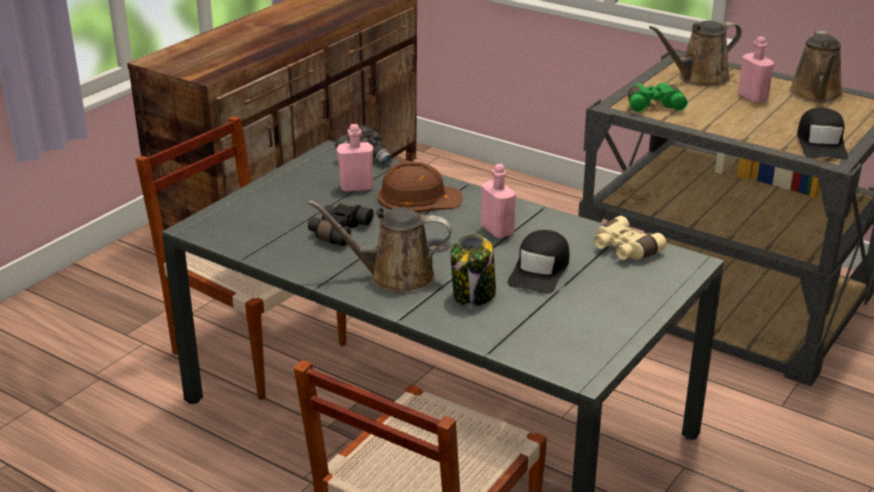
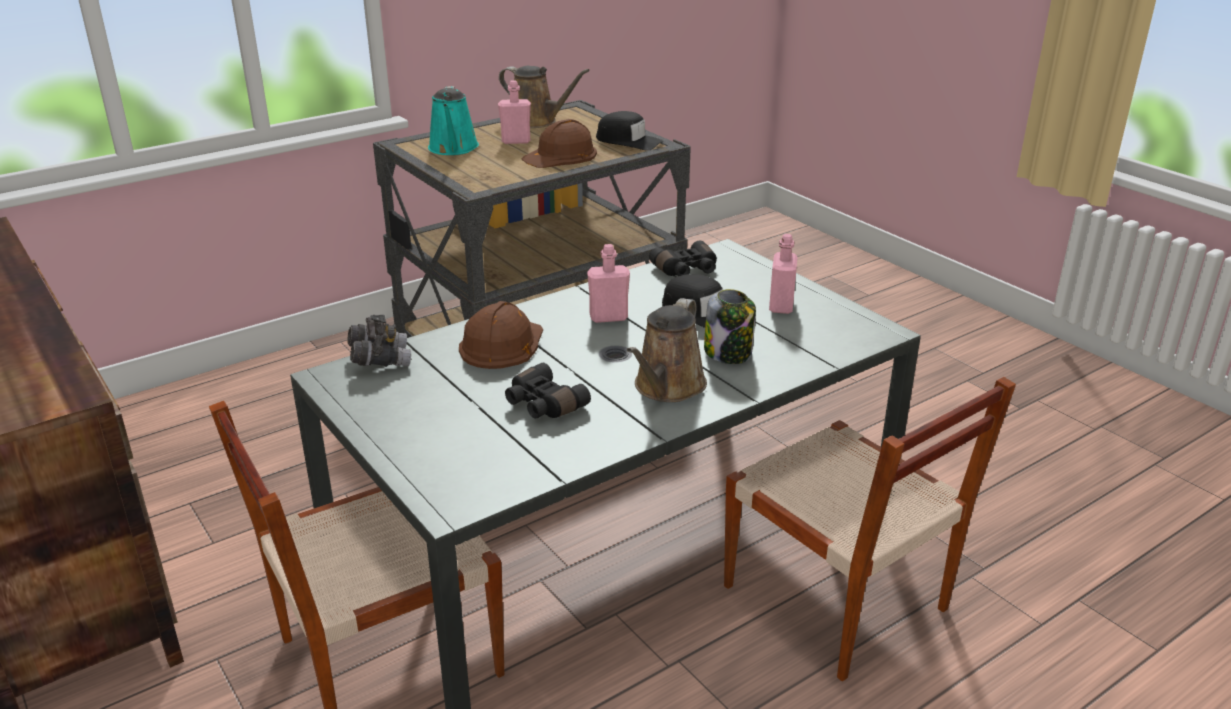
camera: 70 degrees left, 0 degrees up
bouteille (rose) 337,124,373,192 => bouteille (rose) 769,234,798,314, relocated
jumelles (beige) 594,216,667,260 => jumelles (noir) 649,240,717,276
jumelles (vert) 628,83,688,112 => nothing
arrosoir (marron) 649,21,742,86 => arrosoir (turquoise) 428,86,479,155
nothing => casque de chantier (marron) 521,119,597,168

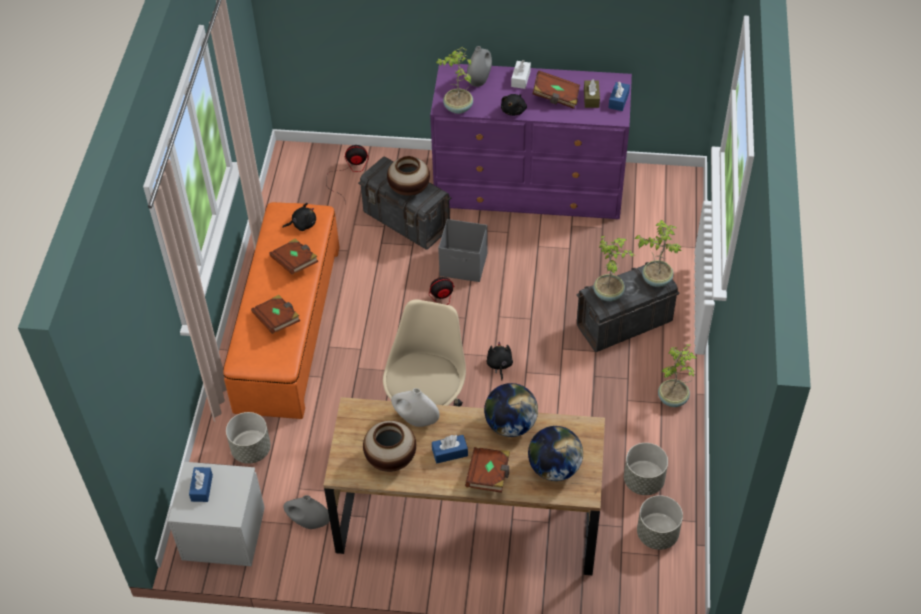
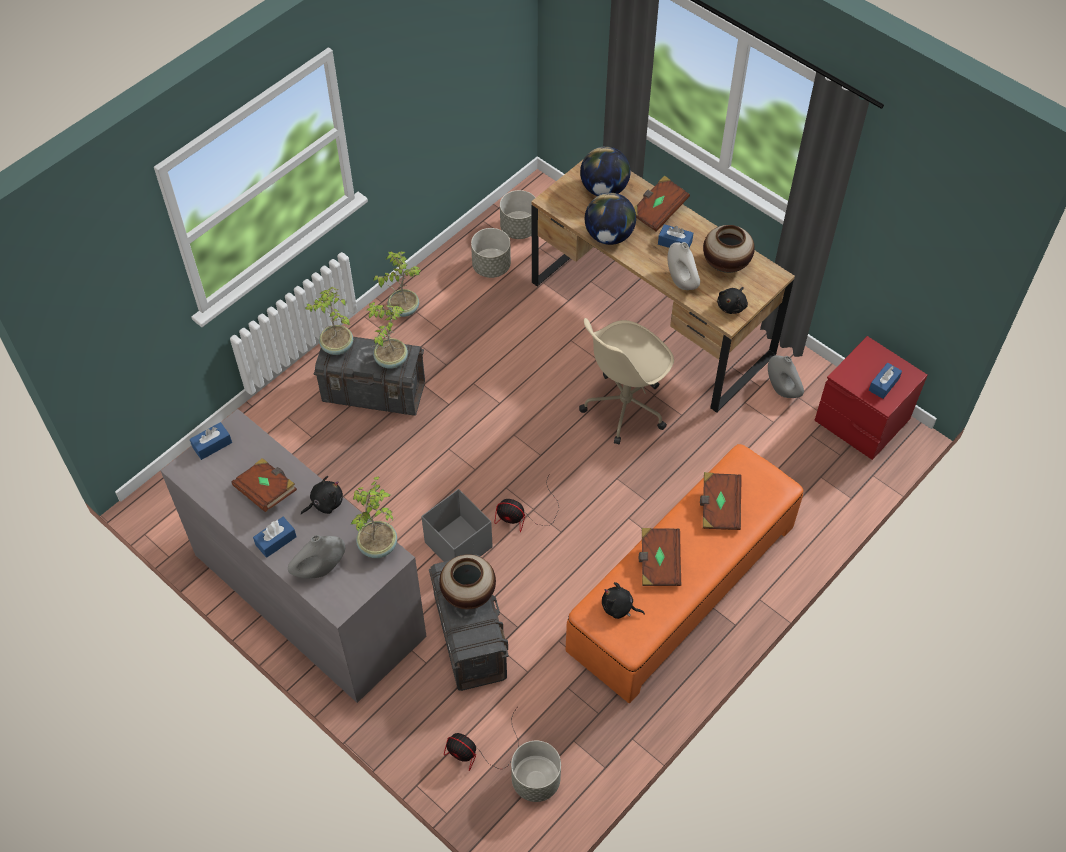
camera: 145 degrees left, 5 degrees up
table de chevet (blanc) 168,462,265,566 => table de chevet (rouge) 814,336,927,460
cache-pot (gris) 226,412,271,464 => cache-pot (gris) 511,740,561,802, relocated
commode (violet) 430,63,632,219 => commode (gris) 161,409,427,703
peluche (noir) 486,342,513,381 => peluche (noir) 717,287,748,314, relocated
boîte à mouchoirs (blanc) 511,60,531,89 => boîte à mouchoirs (bleu) 253,517,297,558
boîte à mouchoirs (marron) 584,79,600,108 => nothing

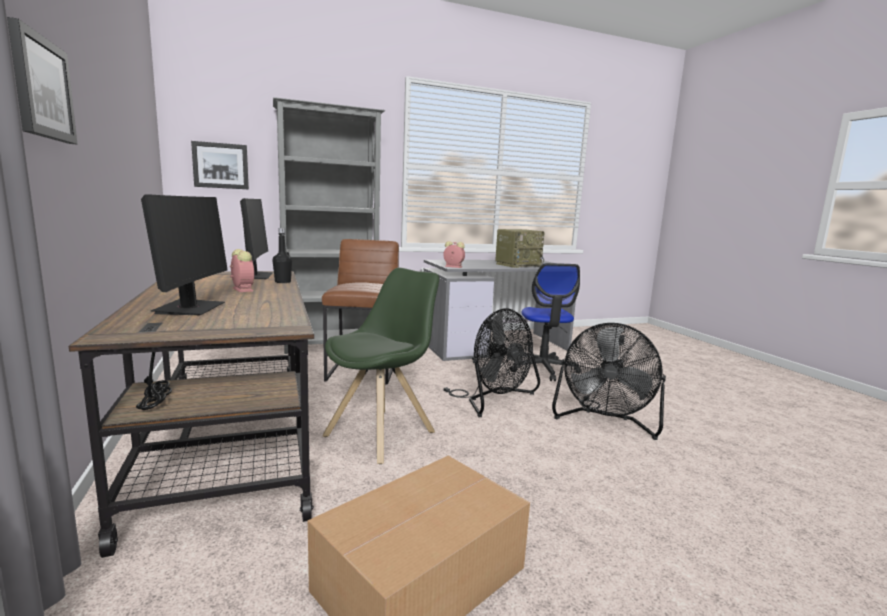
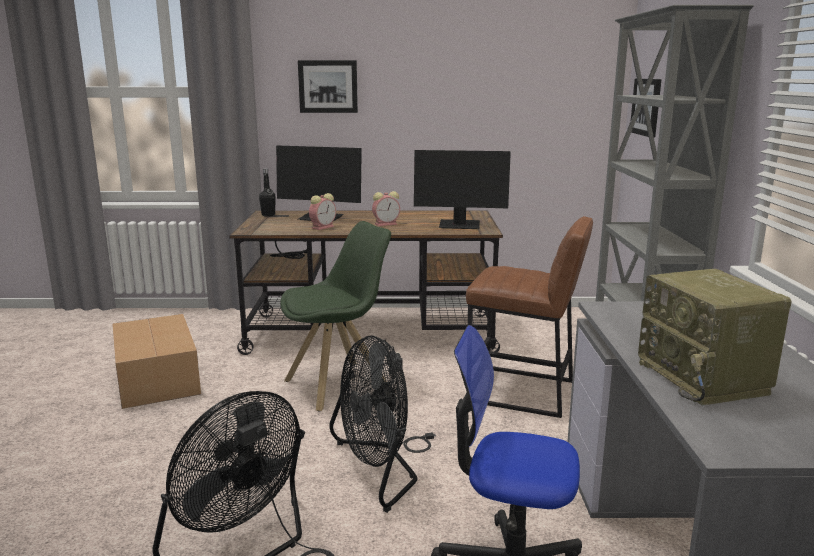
camera: 110 degrees right, 5 degrees up
bouteille (noir) 272,228,292,283 => bouteille (noir) 259,168,276,217, relocated
chaise (vert) 323,268,439,464 => chaise (vert) 280,221,391,412, 90 degrees counterclockwise
réveil 443,241,465,268 => réveil 309,193,336,230, relocated

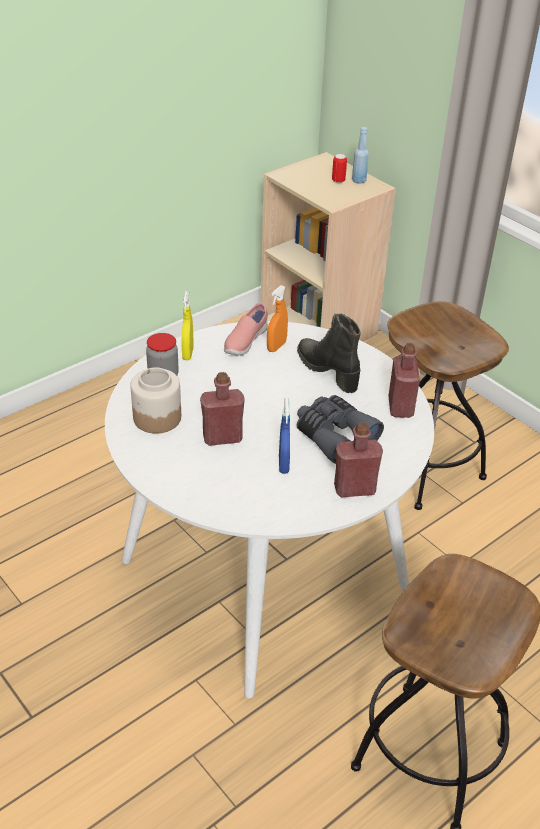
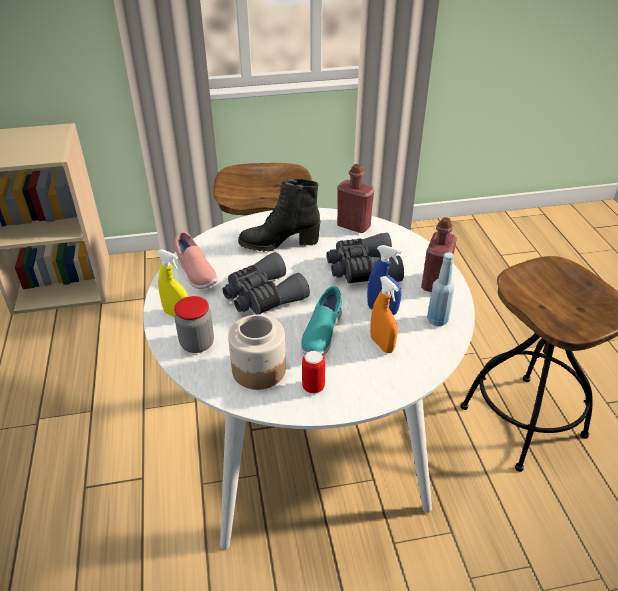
camera: 60 degrees left, 0 degrees up
bouteille (rouge) 200,372,245,446 => chaussure (turquoise) 301,286,342,355
vaporisateur (orange) 267,285,288,352 => vaporisateur (orange) 370,276,399,353, relocated
boîte métallique 332,154,347,183 => boîte métallique 302,351,325,394, relocated
bouteille (bleu) 352,127,369,183 => bouteille (bleu) 427,252,454,326, relocated
nothing => jumelles (gris) 222,252,310,315

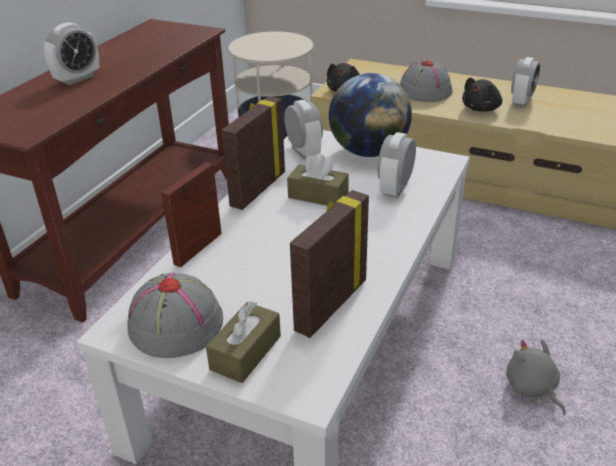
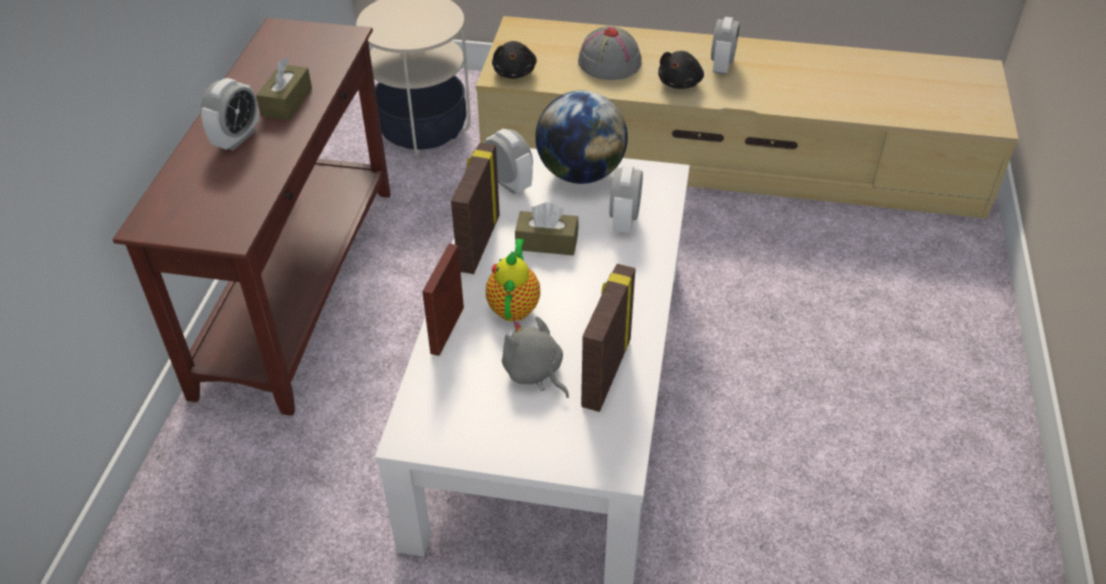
camera: 15 degrees left, 10 degrees up
chapeau (gris) 127,273,223,358 => nothing
boîte à mouchoirs (marron) 206,301,281,383 => boîte à mouchoirs (marron) 256,58,312,121, relocated
peluche (gris) 506,339,566,415 => peluche (gris) 502,316,569,398, relocated
nothing => théière 486,239,540,322

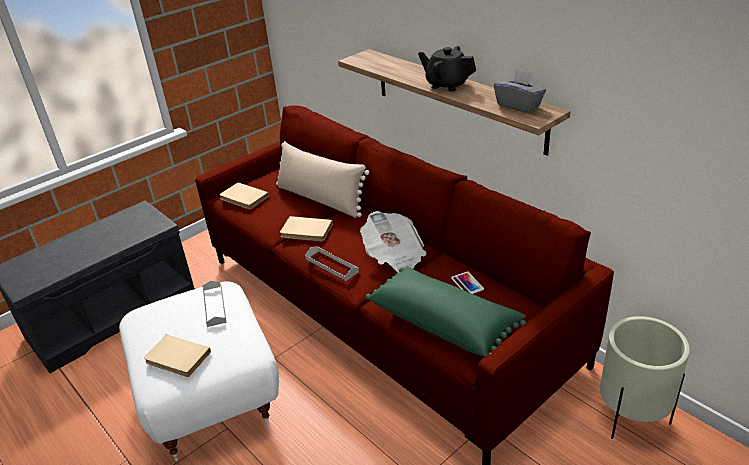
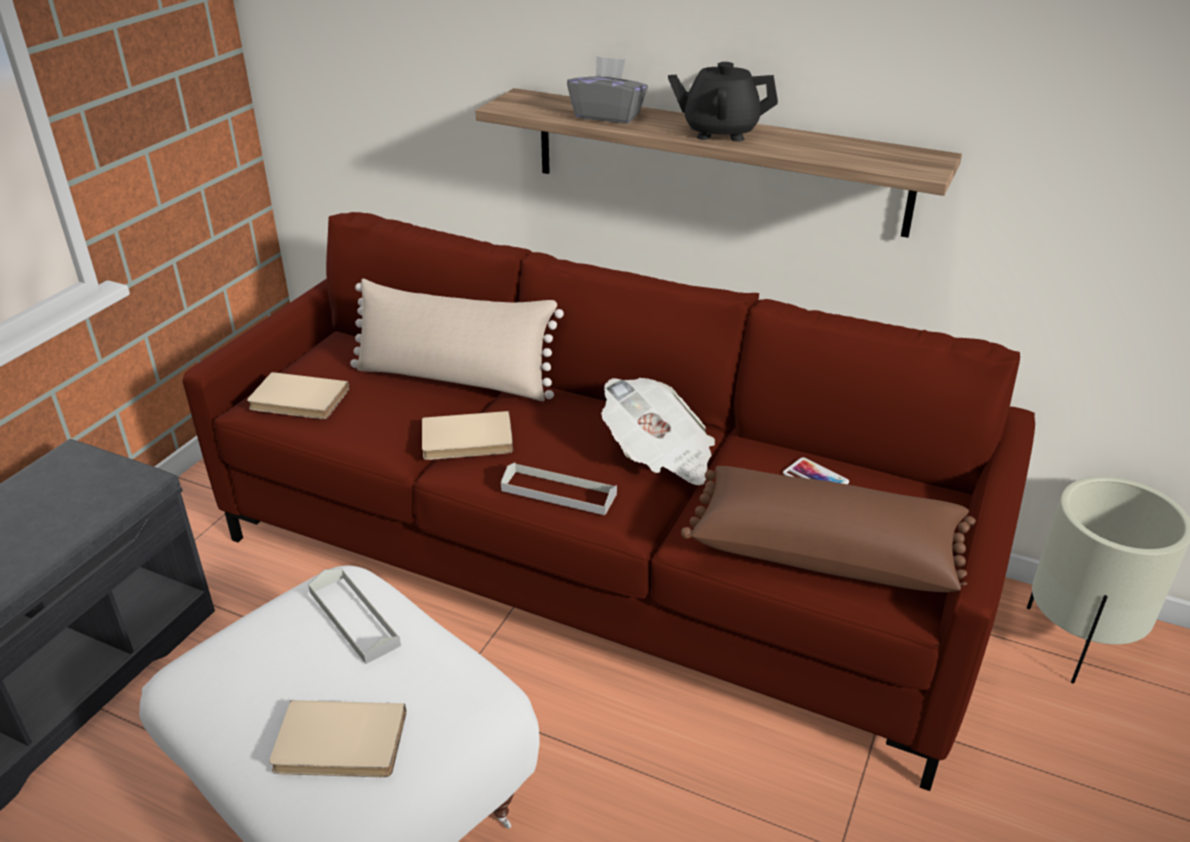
camera: 25 degrees left, 0 degrees up
coussin (vert) 366,266,526,357 => coussin (marron) 681,466,976,592
boîte à mouchoirs (gris) 494,69,546,113 => boîte à mouchoirs (gris) 567,56,648,124, relocated

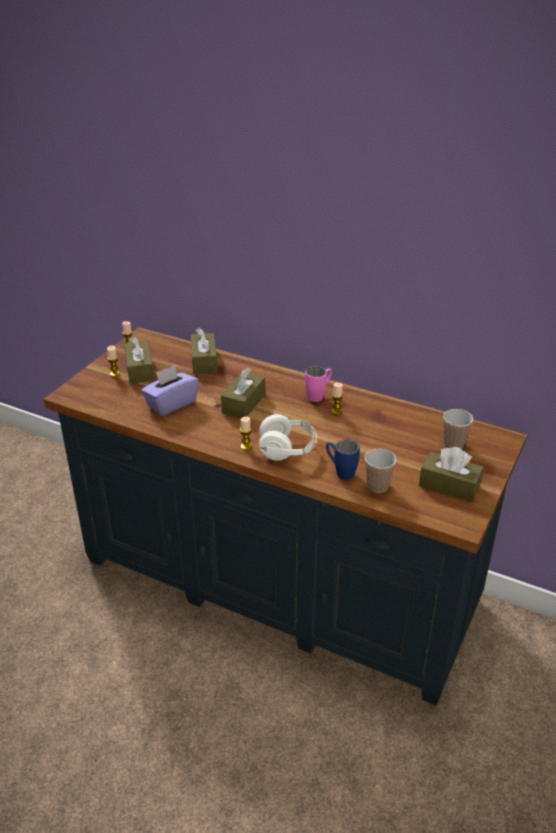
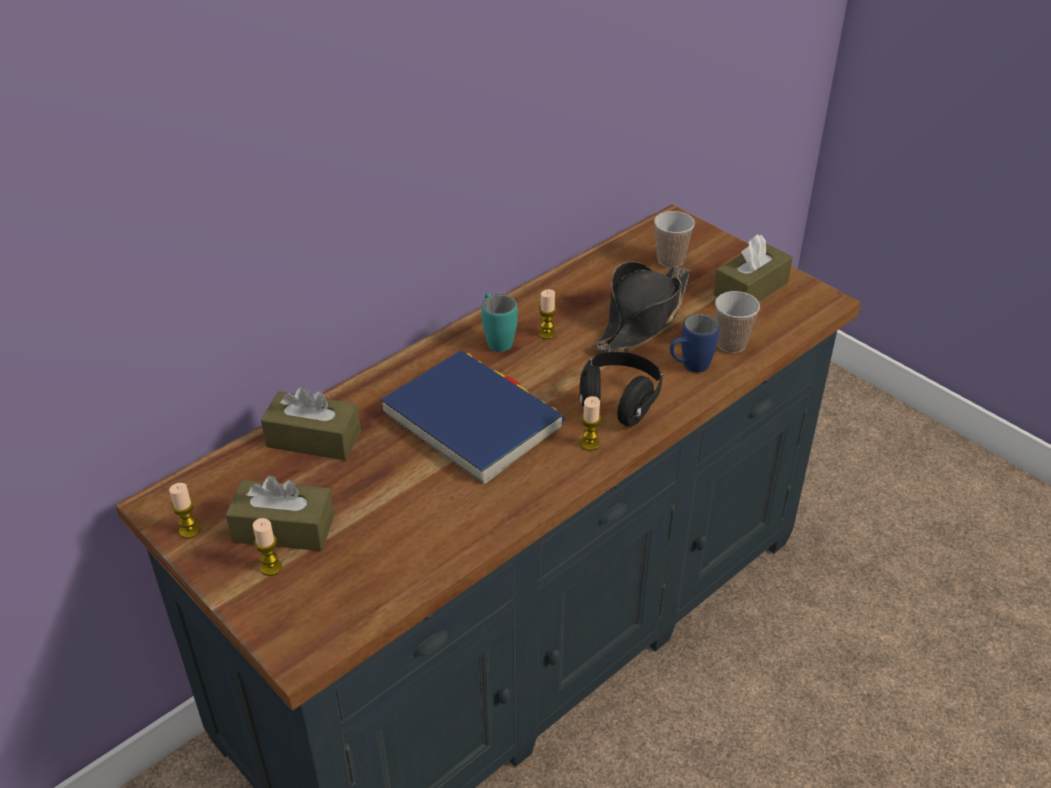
camera: 70 degrees left, 5 degrees up
boîte à mouchoirs (violet) 141,365,199,416 => nothing
boîte à mouchoirs (marron) 221,367,265,418 => livre (bleu) 380,350,564,484
casque audio (blanc) 259,414,317,461 => casque audio (noir) 579,352,663,426
mug (rose) 305,366,332,402 => mug (turquoise) 482,293,517,352
nothing => chapeau (noir) 594,261,690,353

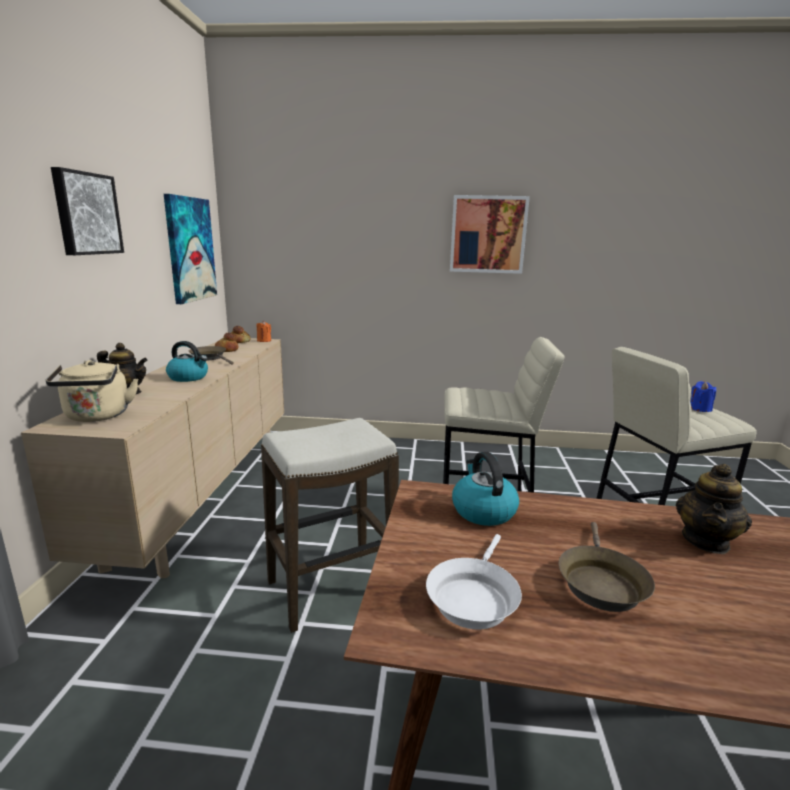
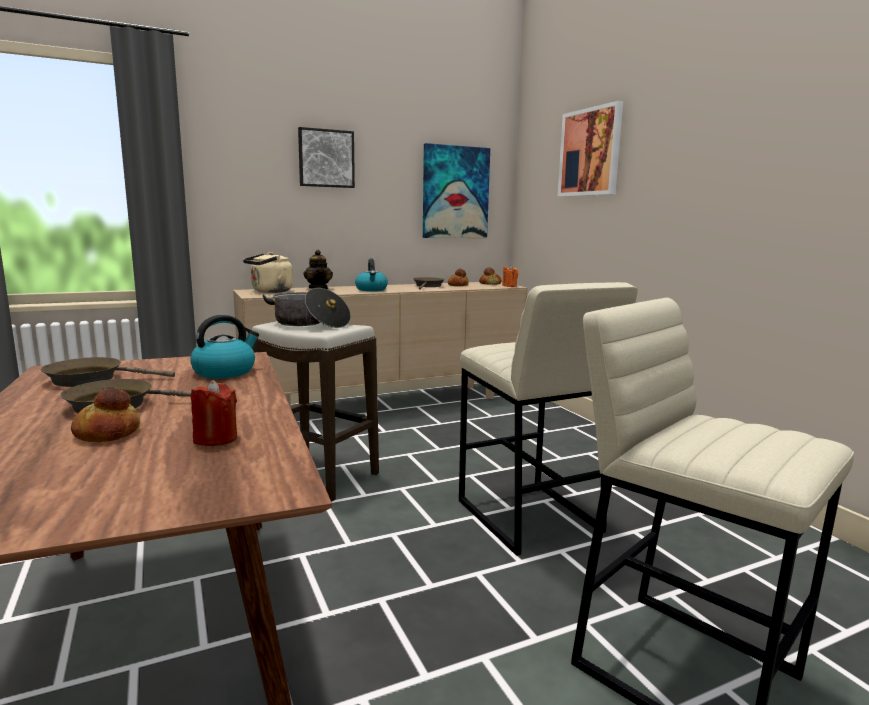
camera: 60 degrees right, 5 degrees down
poêle (blanc) 426,534,522,629 => poêle (marron) 41,357,175,387
tableau 450,195,530,274 => tableau 558,101,623,197, relocated
théière 676,464,752,554 => bougie (rouge) 191,380,237,446
bougie (bleu) 690,381,716,412 => nothing
nothing => pain 71,387,140,442
nothing => marmite 262,288,351,328

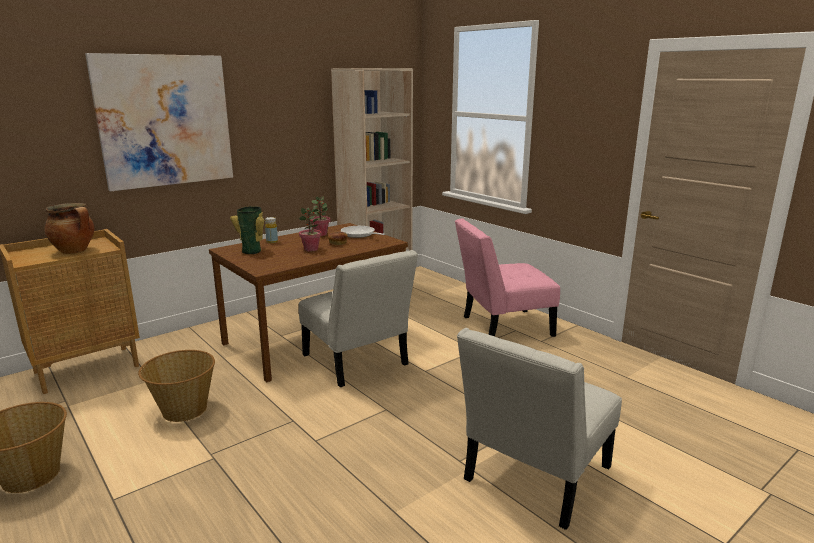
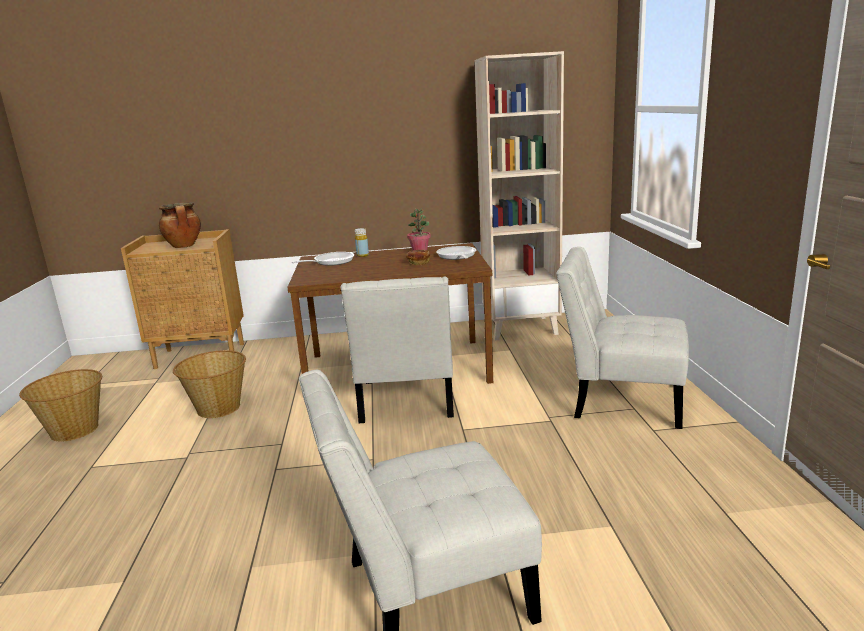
camera: 35 degrees right, 0 degrees up
tableau 85,53,233,191 => nothing
vase 230,206,264,254 => poêle 291,252,354,266
plante en pot 298,207,322,252 => nothing
chaise (rose) 455,218,560,337 => chaise (blanc) 556,247,689,429

